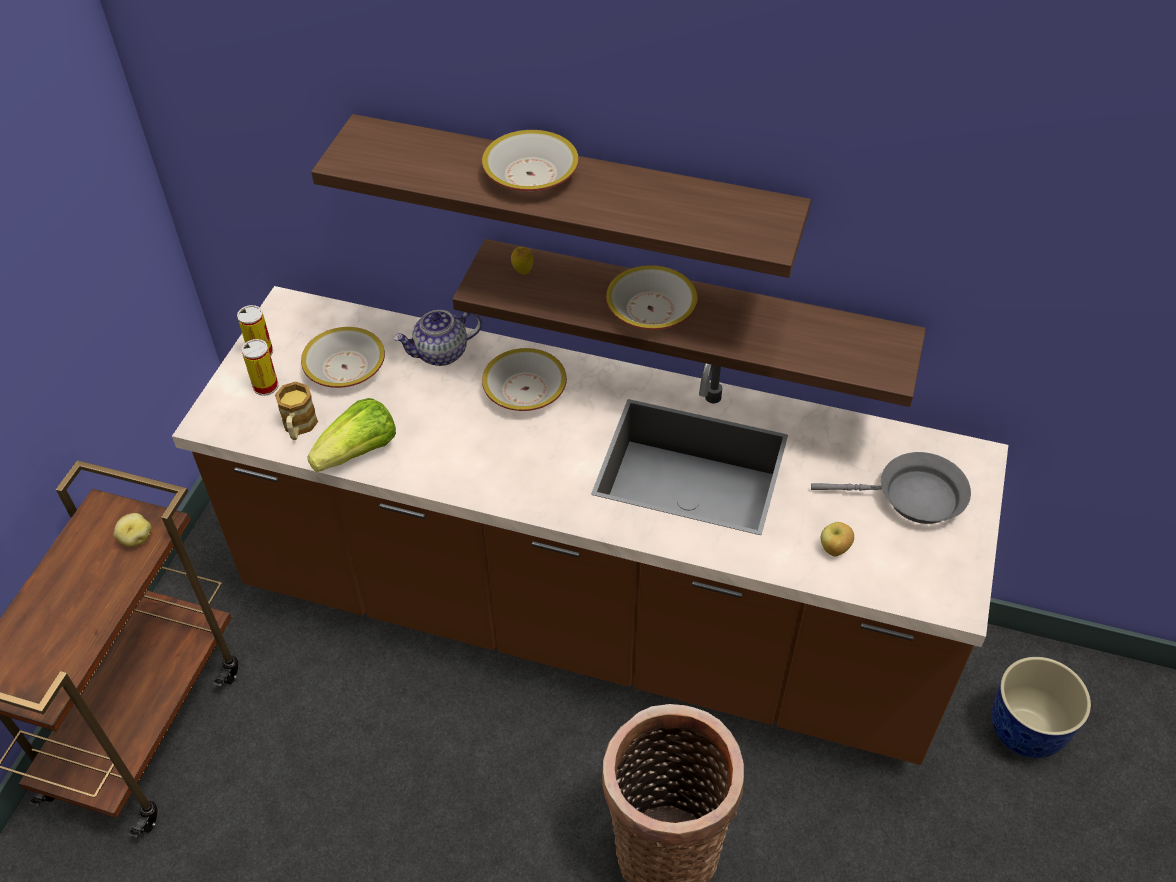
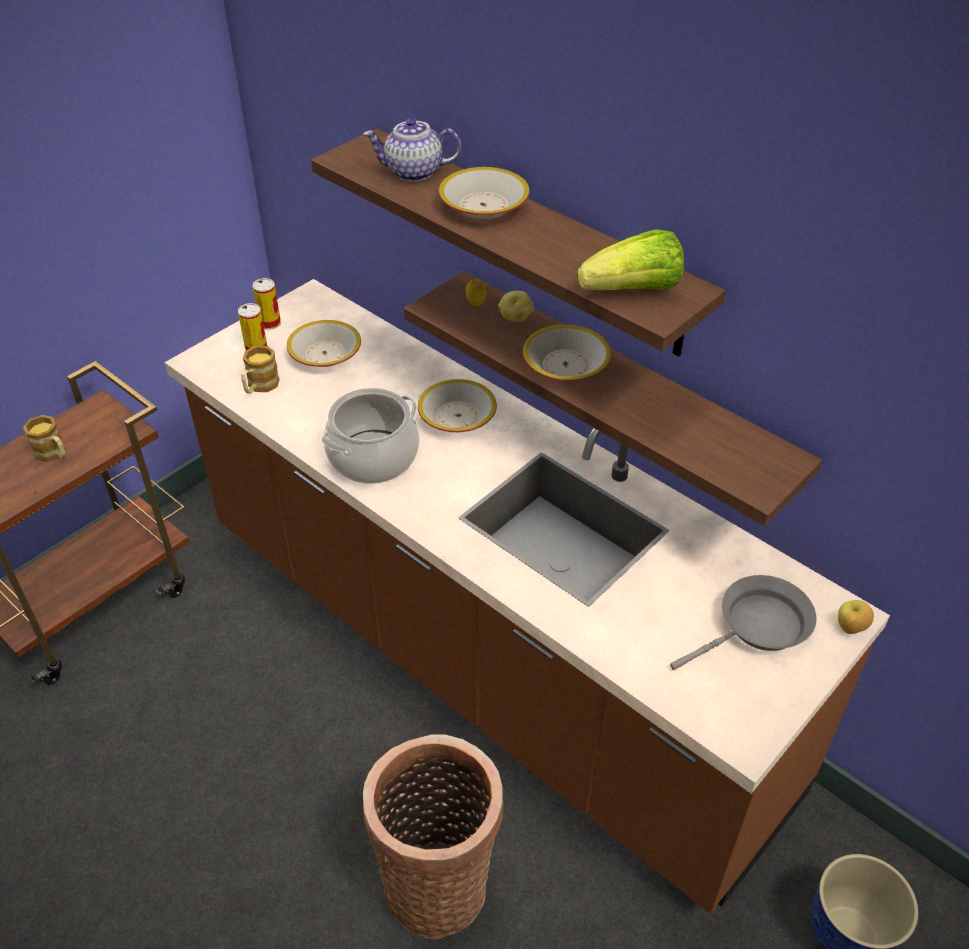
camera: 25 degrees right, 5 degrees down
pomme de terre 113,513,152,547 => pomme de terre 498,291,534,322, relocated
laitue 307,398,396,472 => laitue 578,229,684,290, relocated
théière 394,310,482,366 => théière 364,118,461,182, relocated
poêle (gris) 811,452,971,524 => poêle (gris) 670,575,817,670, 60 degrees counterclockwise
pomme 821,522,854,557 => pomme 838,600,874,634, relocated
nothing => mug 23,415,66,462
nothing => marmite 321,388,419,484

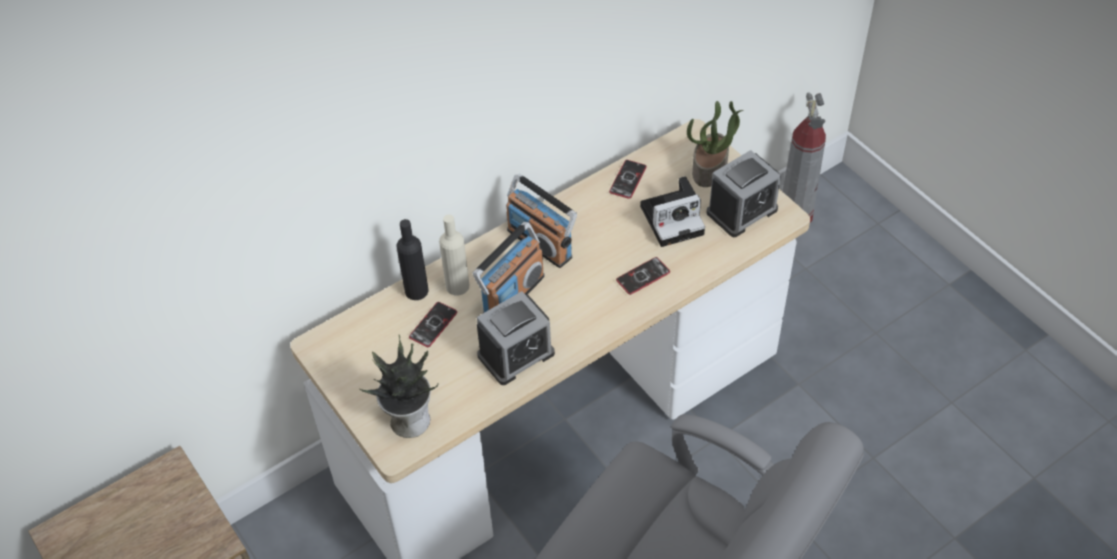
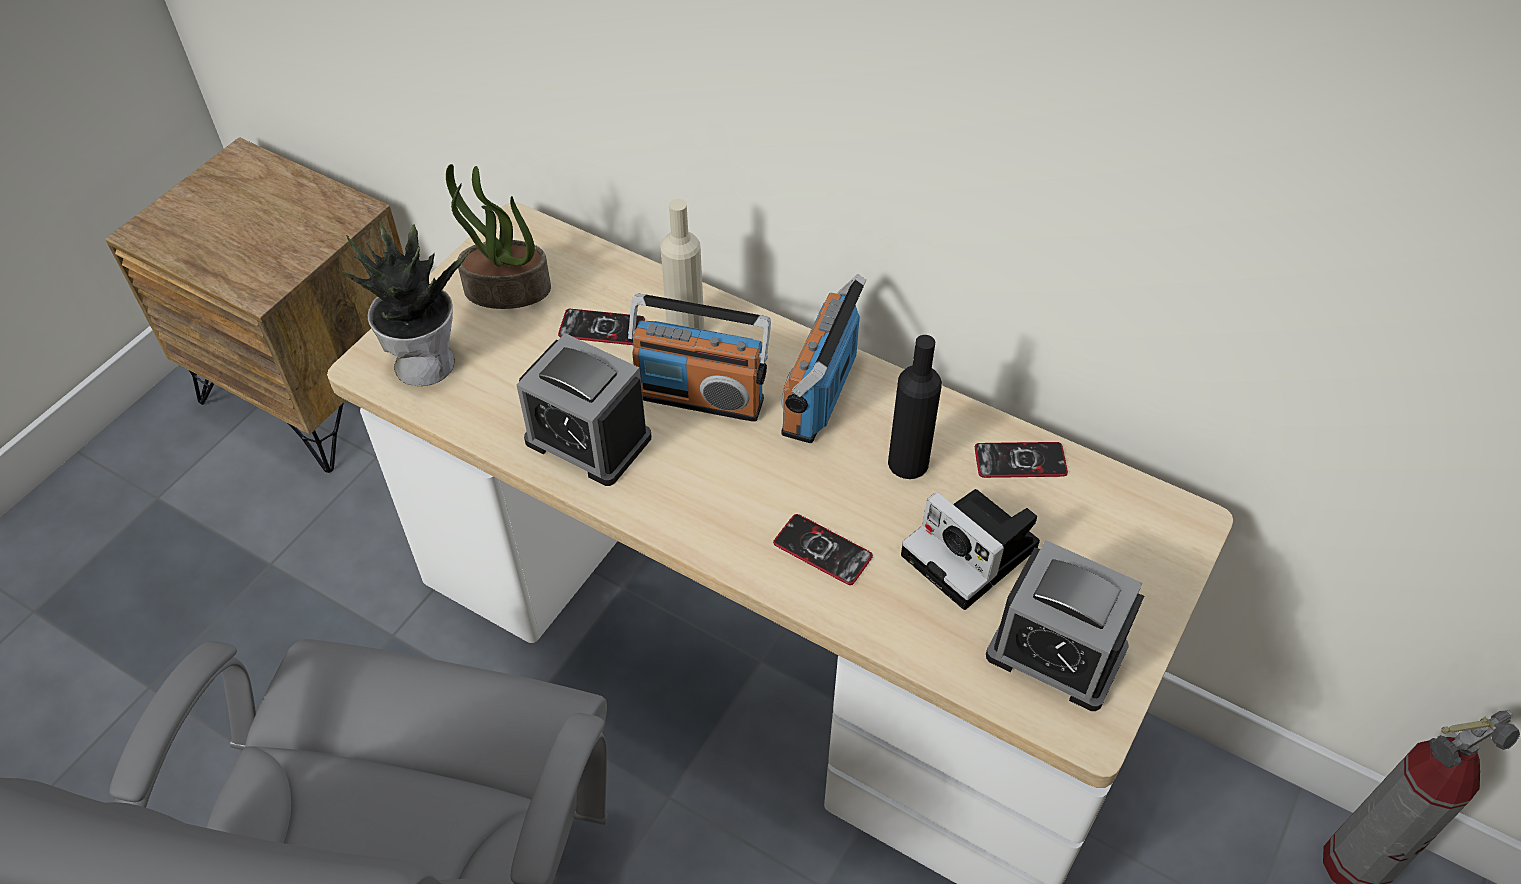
camera: 65 degrees right, 0 degrees up
bouteille (noir) 397,219,428,300 => bouteille (noir) 888,335,942,479, relocated
plante en pot 687,101,744,187 => plante en pot 446,164,551,309, relocated

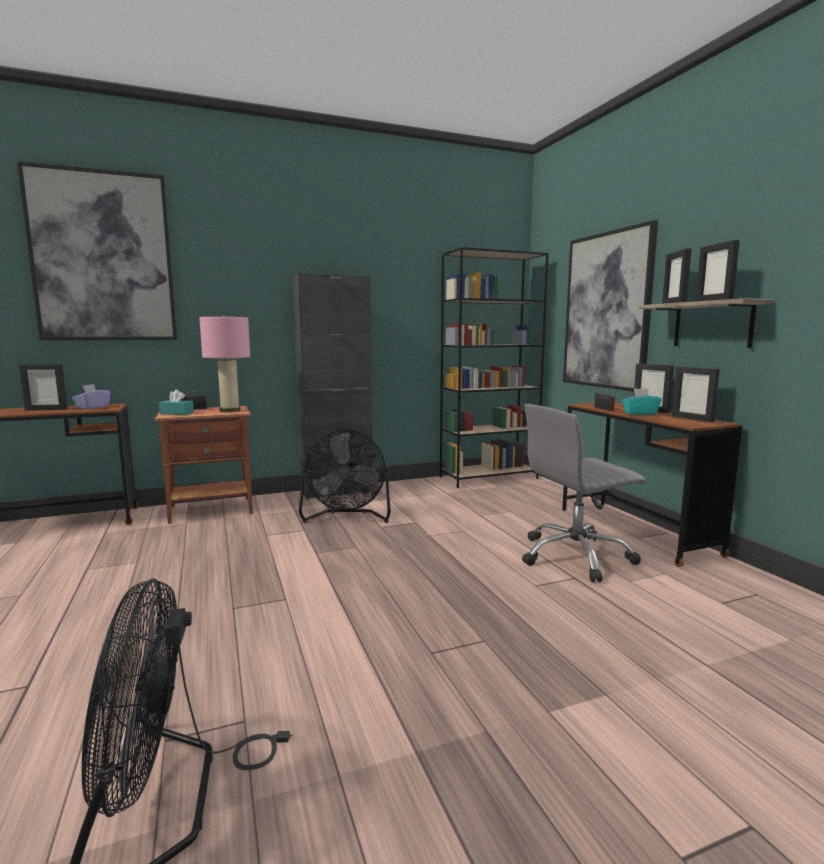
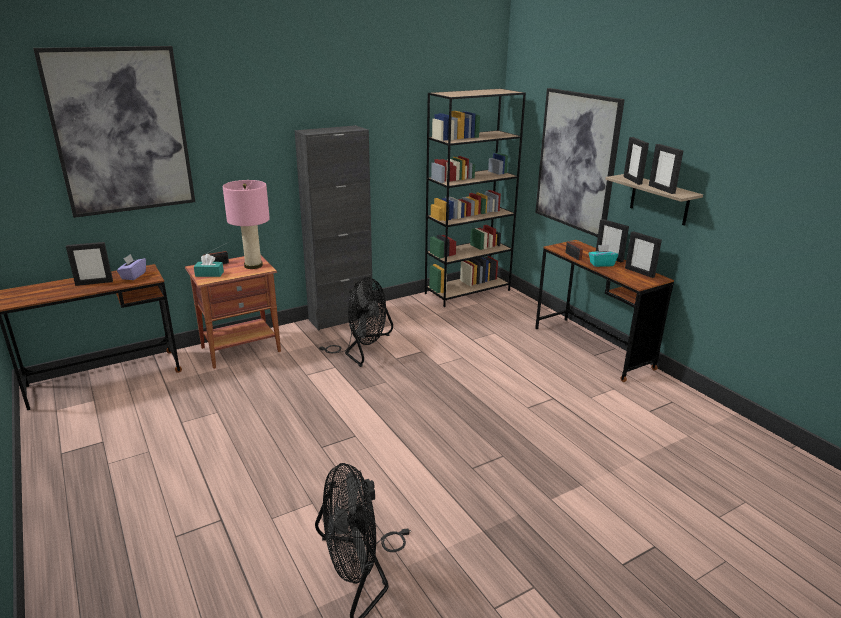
camera: 10 degrees left, 15 degrees up
ventilateur (noir) 299,429,391,523 => ventilateur (noir) 319,277,393,367, 60 degrees counterclockwise
chaise de bureau (gris) 522,404,646,582 => nothing

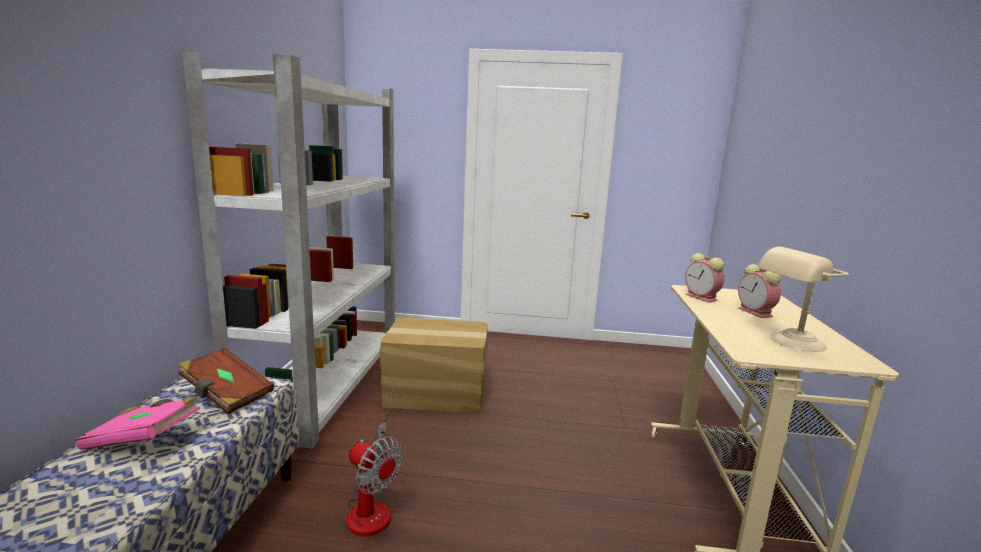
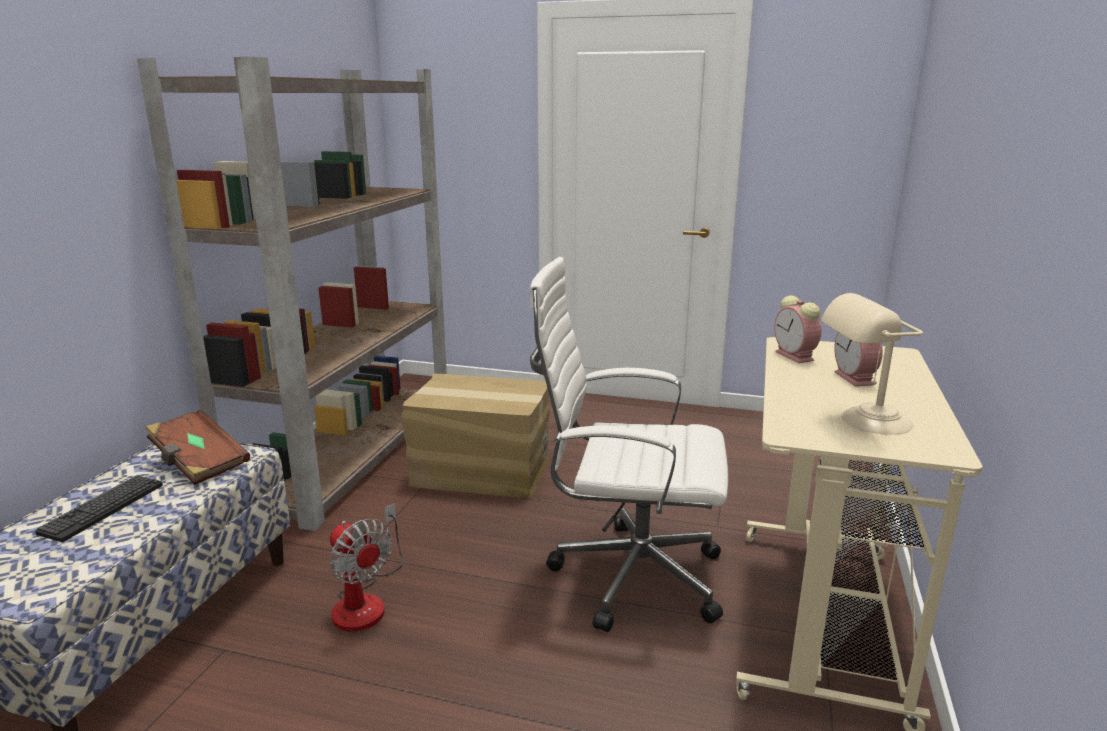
camera: 10 degrees right, 5 degrees up
livre (rose) 75,396,200,450 => clavier 35,475,163,542
bibliothèque (blanc) 182,52,395,449 => bibliothèque (marron) 137,57,447,531
nothing => chaise de bureau (blanc) 530,257,728,632

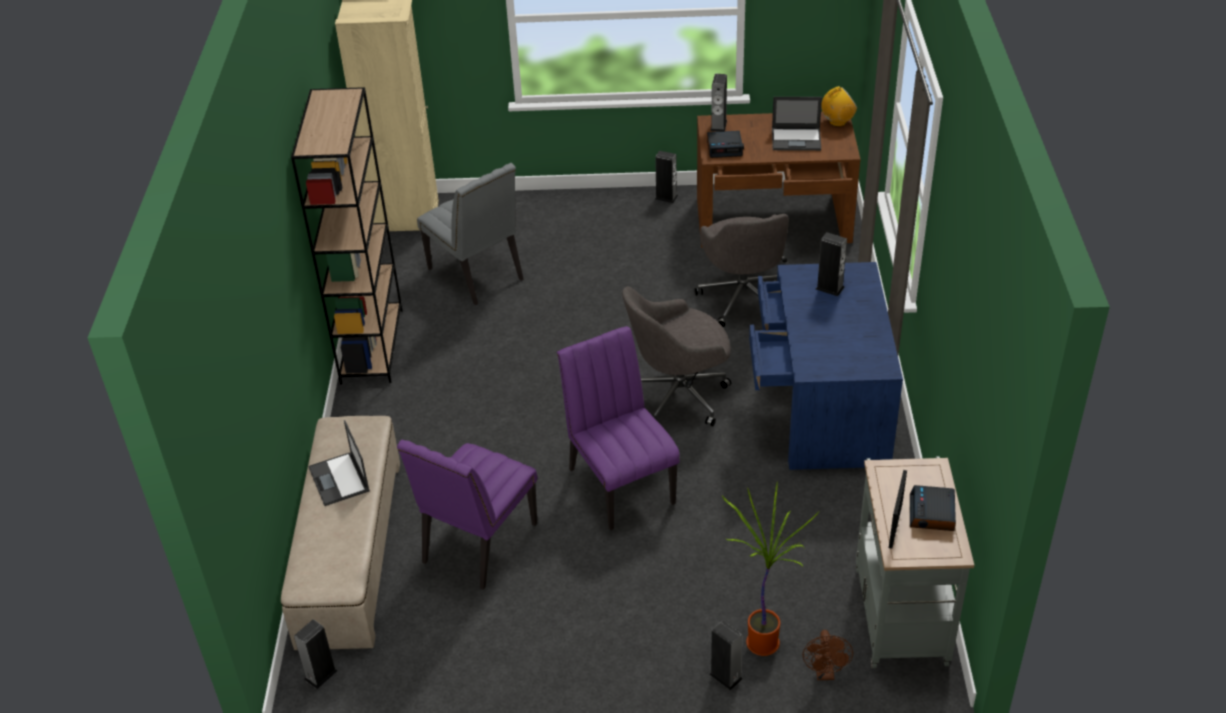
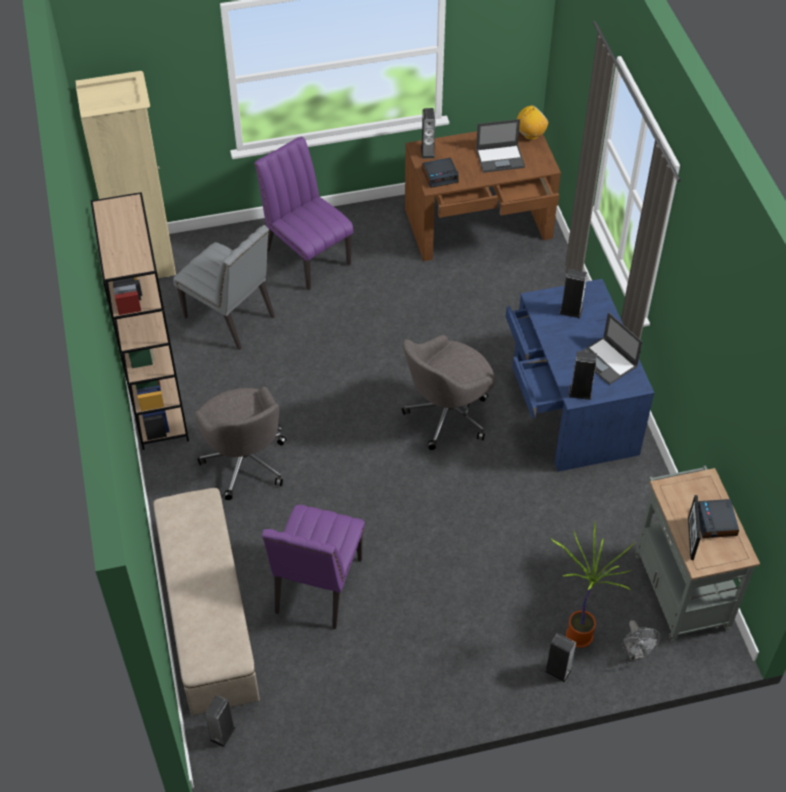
camera: 15 degrees left, 10 degrees up
ordinateur portable 308,420,370,506 => ordinateur portable 582,312,642,385, relocated
chaise (violet) 557,326,680,531 => chaise (violet) 254,136,354,291, relocated
enceinte 655,151,678,203 => enceinte 569,351,597,400, relocated
chaise de bureau (gris) 694,214,789,327 => chaise de bureau (gris) 195,387,287,500, relocated
ventilateur (marron) 803,630,853,680 => ventilateur (gris) 621,620,660,660

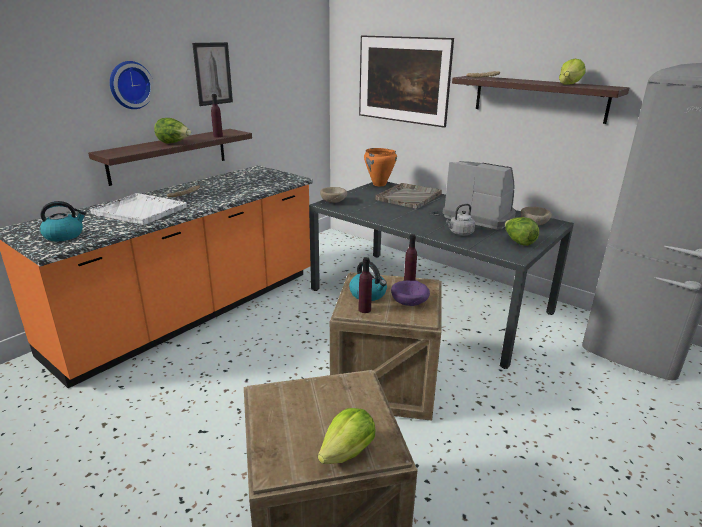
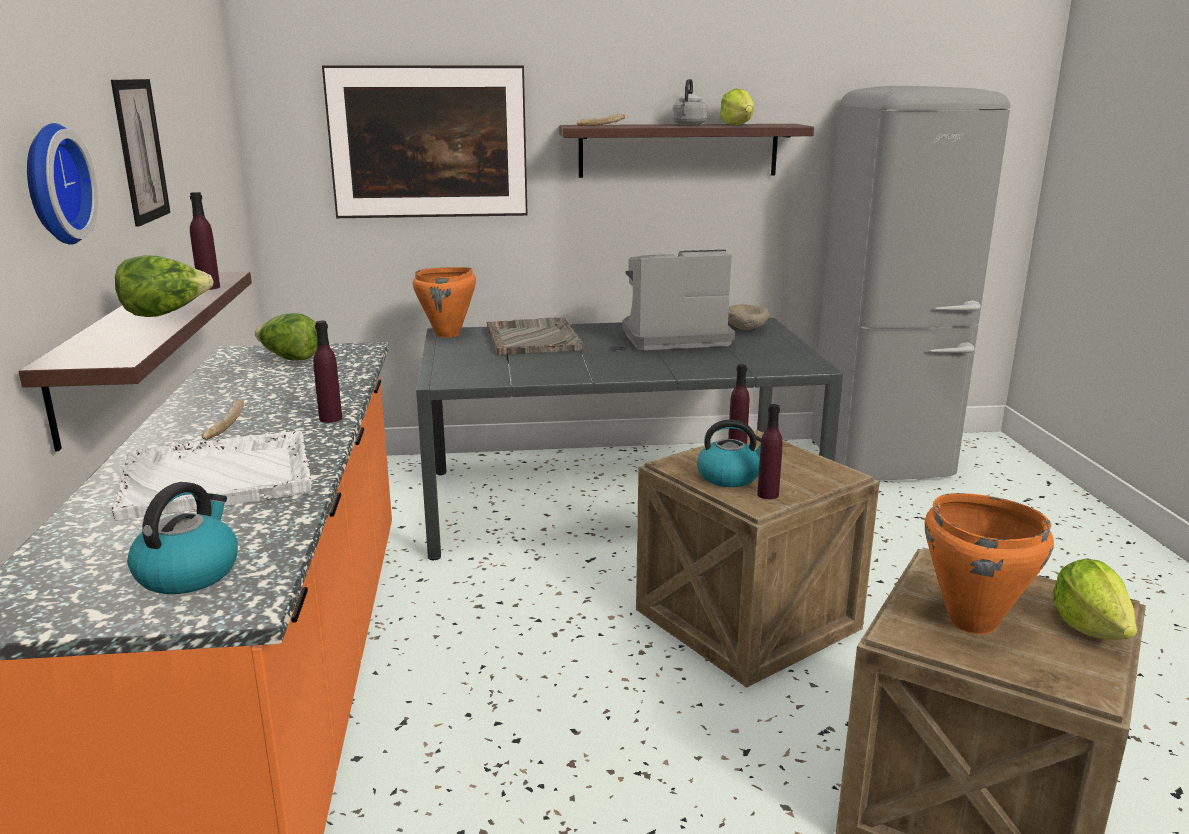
camera: 45 degrees left, 5 degrees down
bol (beige) 320,187,347,203 => nothing
bol (violet) 391,281,430,306 => nothing
bouilloire (gris) 446,204,475,235 => bouilloire (gris) 672,79,707,125, relocated
laitue 505,217,539,246 => laitue 255,313,317,360, relocated
nothing => bouteille (violet) 313,321,342,423
nothing => marmite (orange) 925,493,1054,634

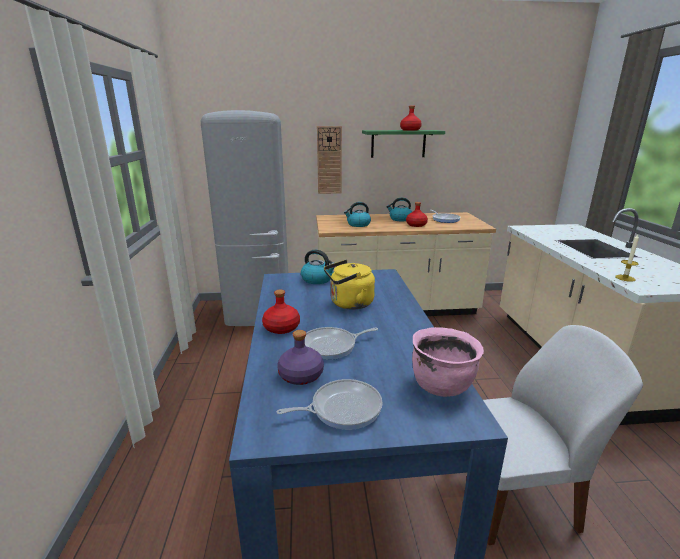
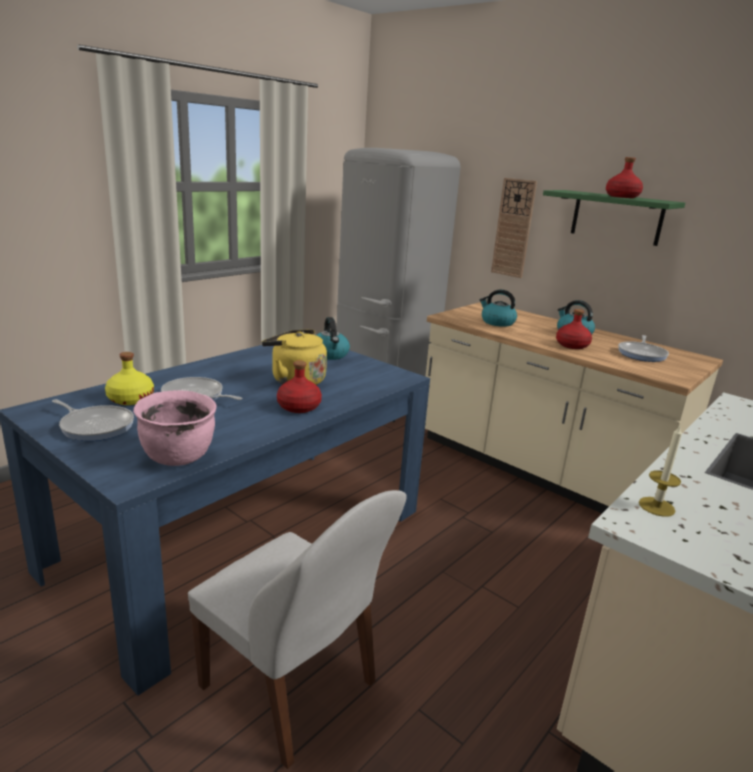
camera: 45 degrees right, 0 degrees up
bouteille (rouge) 262,289,300,334 => bouteille (rouge) 277,360,322,413, relocated
bouteille (violet) 277,330,324,385 => bouteille (jaune) 105,352,154,405

